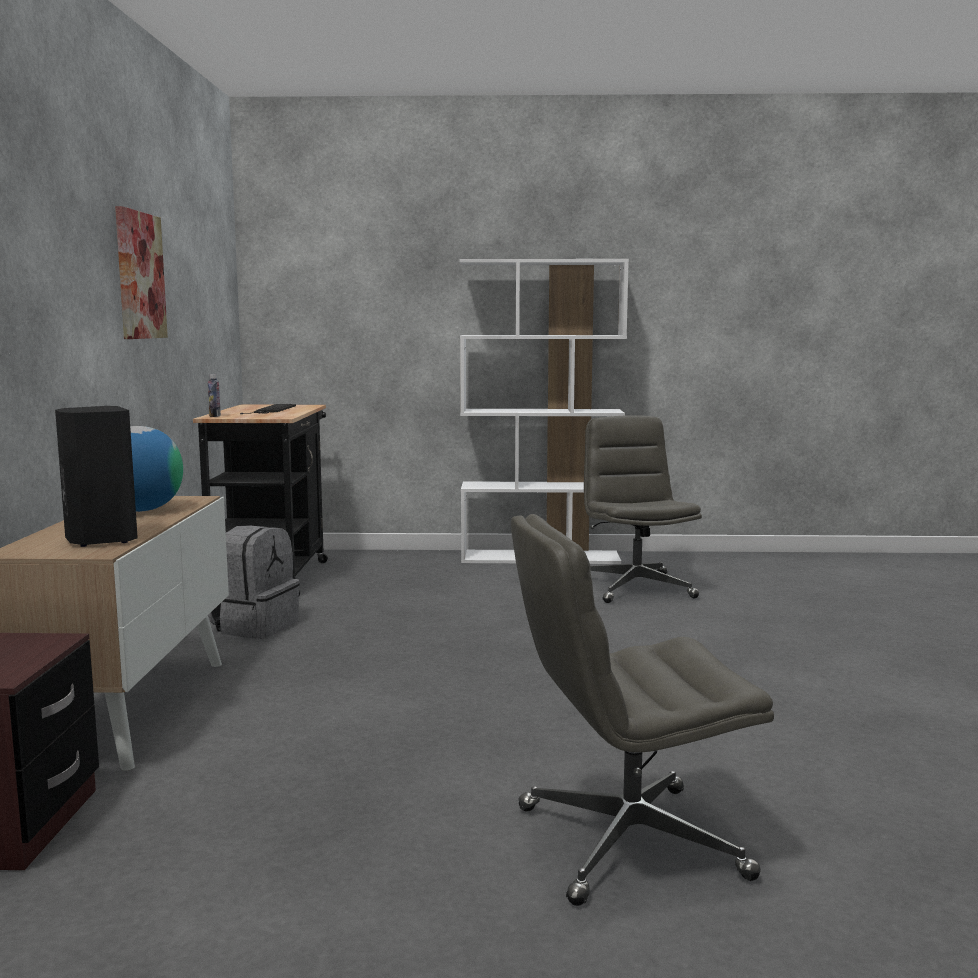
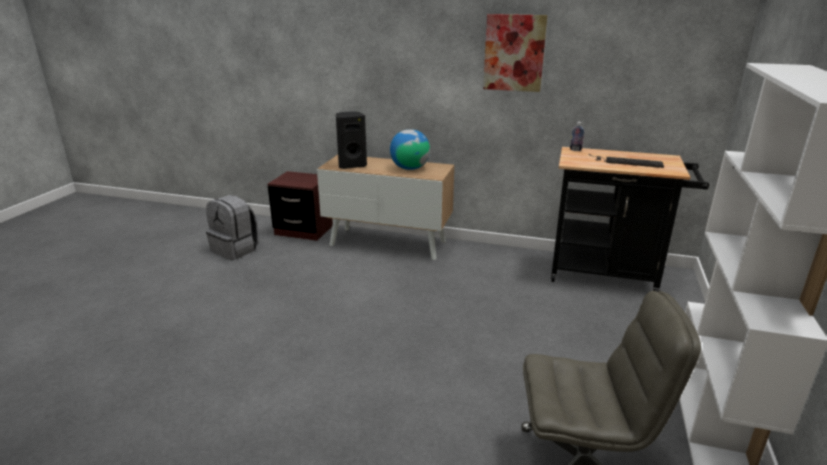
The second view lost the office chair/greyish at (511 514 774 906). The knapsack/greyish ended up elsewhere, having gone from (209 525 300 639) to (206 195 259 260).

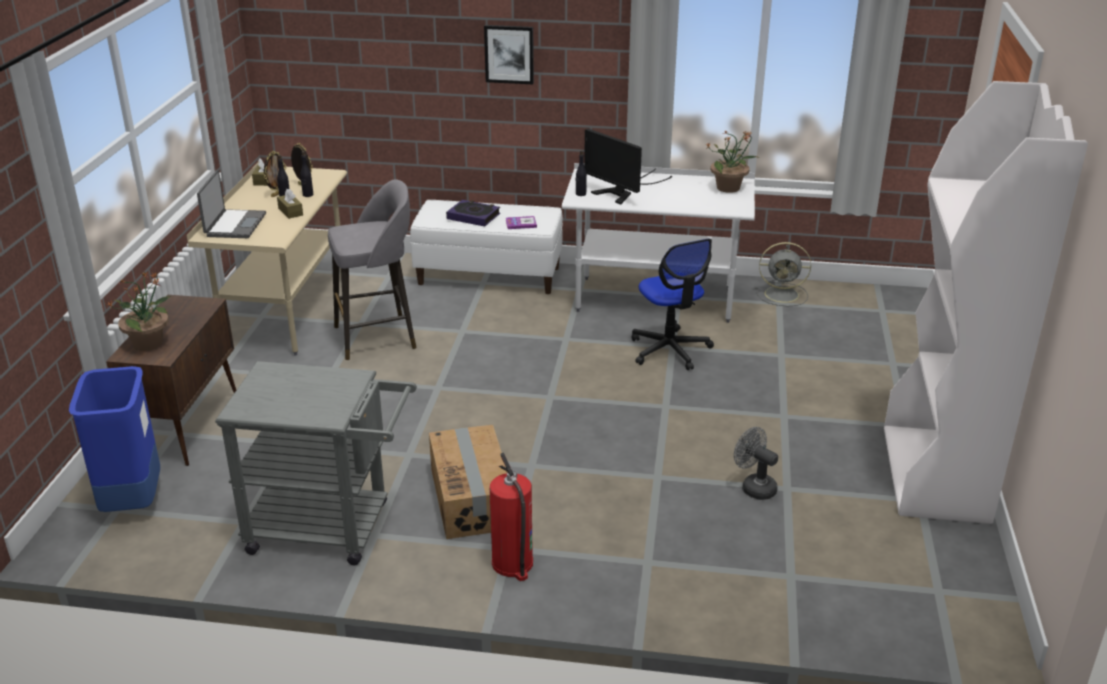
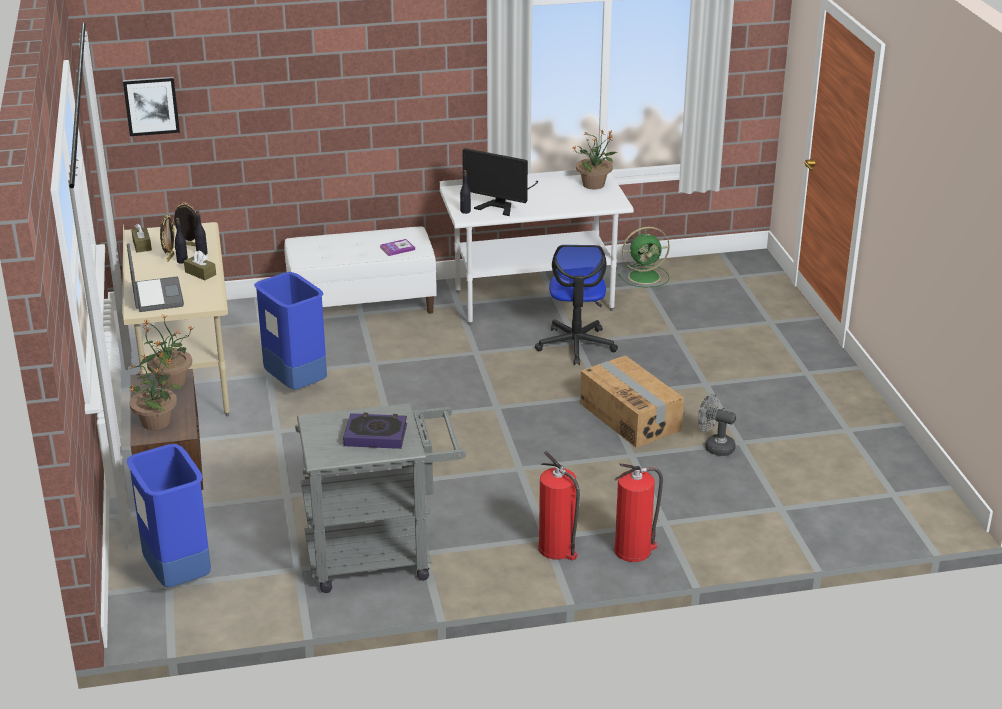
The picture ended up elsewhere, having gone from (484 25 534 84) to (123 77 180 136). The second view lost the shelving unit/whitish at (884 81 1088 524). Where the stool/greyish stood at (328 179 417 360), the waste bin/blue came to stand at (254 272 327 389). The volume ended up elsewhere, having gone from (446 200 500 226) to (343 413 407 449). The office chair at (632 238 714 370) ended up facing another way, 45 degrees clockwise from before. What was the electric fan/greyish at (755 242 811 306) turned into the electric fan/green at (618 227 670 288). The packing box ended up elsewhere, having gone from (429 425 508 539) to (580 355 684 448). The second view gained the houseplant at (139 314 195 389). The second view gained the extinguisher at (614 463 663 562).

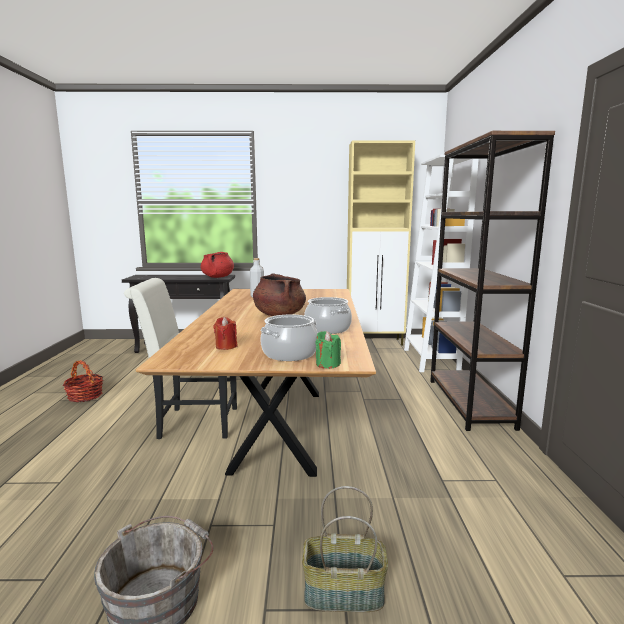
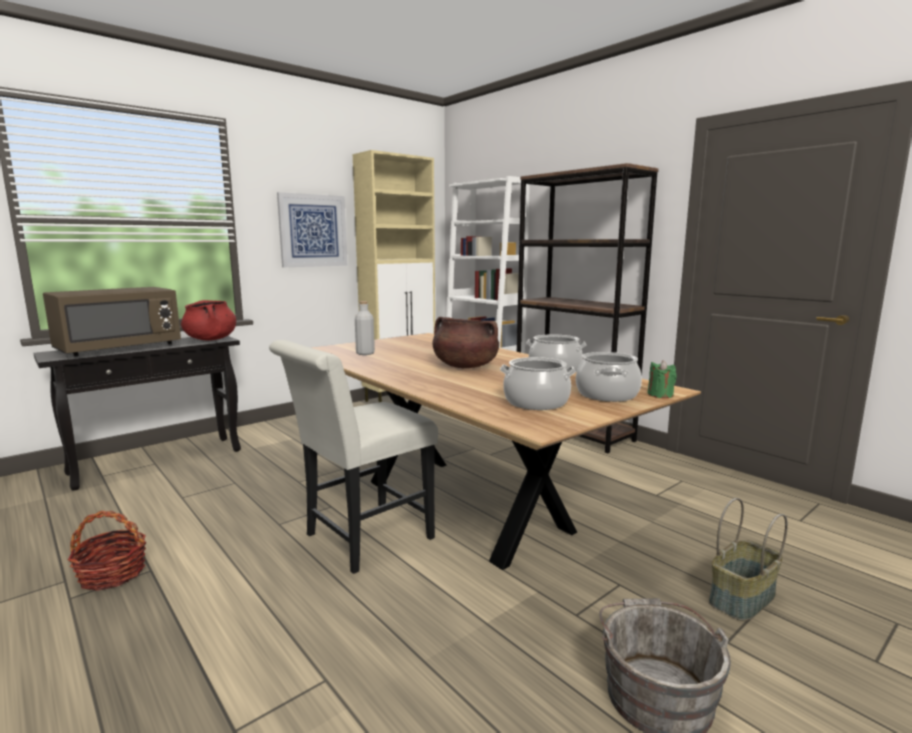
Where the candle/reddish stood at (213 317 237 350), the stockpot came to stand at (500 357 576 410). The second view gained the picture at (277 192 348 267). The second view gained the microwave oven/brown at (43 287 181 356).

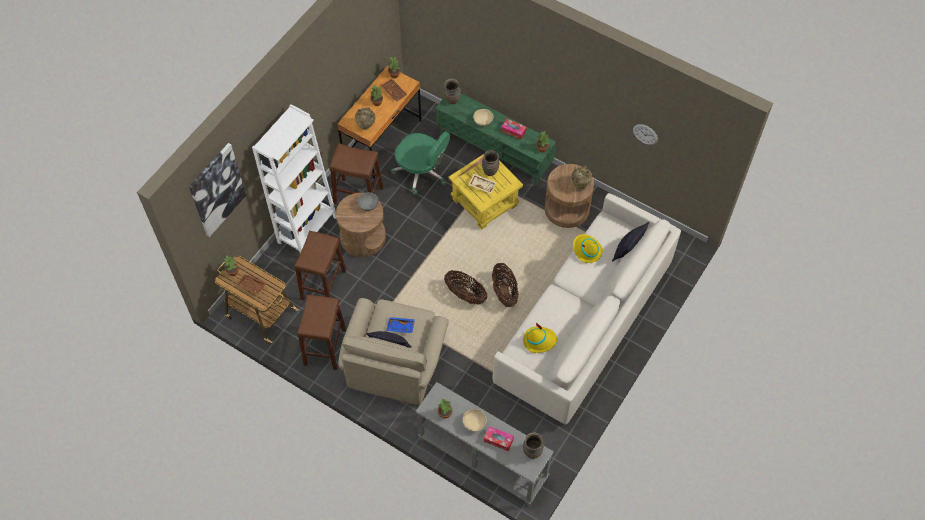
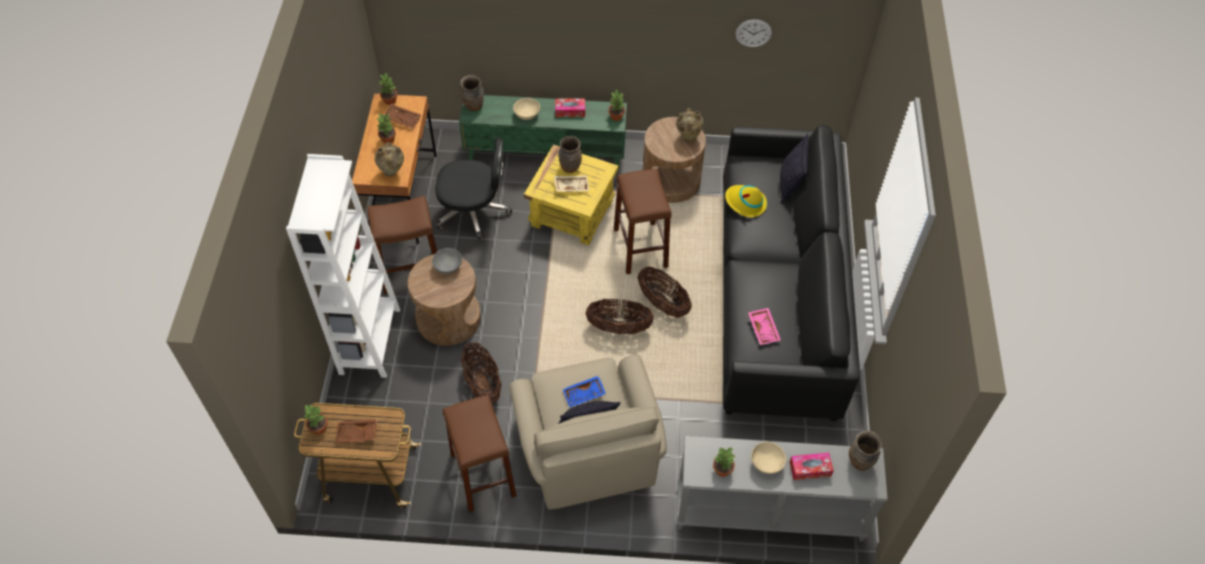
What was the office chair/green at (391 131 450 195) turned into the office chair/black-coloured at (435 137 512 241). The second view lost the picture at (189 143 246 237). What was the sofa/whitish at (493 193 681 424) turned into the sofa/black-coloured at (723 125 860 421). The stool/brown ended up elsewhere, having gone from (294 231 346 300) to (614 169 672 274). Where the hat/yellow-coloured stood at (523 323 557 353), the serving tray/pinkish came to stand at (748 308 781 345). The second view gained the household basket at (461 342 502 403).

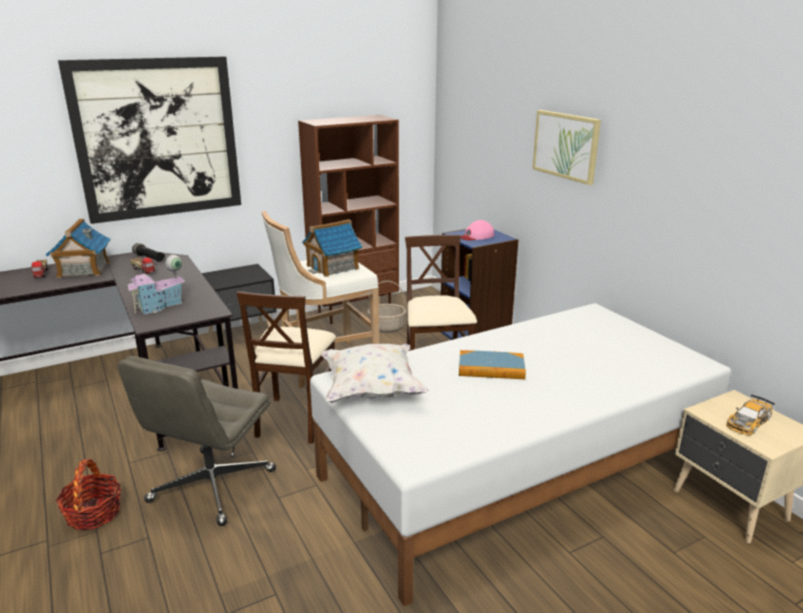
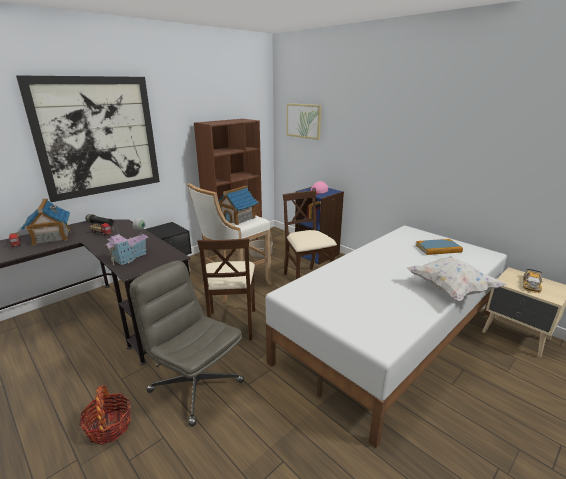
The picture ended up elsewhere, having gone from (532 110 601 185) to (287 103 322 140). The pillow/whitish ended up elsewhere, having gone from (321 343 429 403) to (407 256 507 302). The volume ended up elsewhere, having gone from (459 350 526 379) to (416 239 463 255). The office chair/greyish at (118 356 276 526) ended up facing another way, 120 degrees clockwise from before.

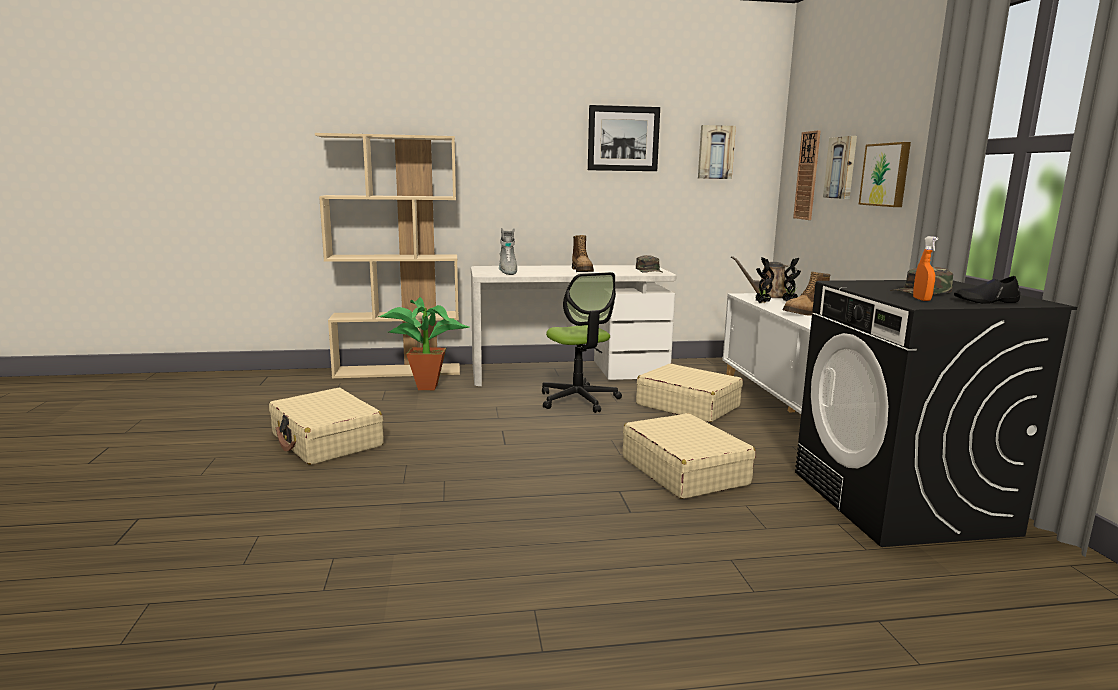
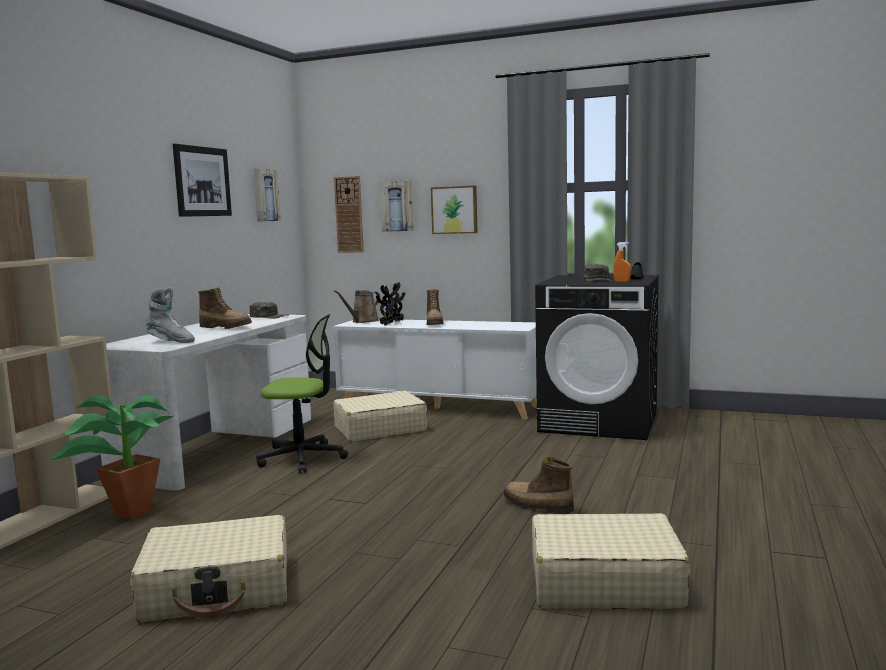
The suitcase/beige-coloured ended up elsewhere, having gone from (623 413 756 499) to (532 513 690 609). The second view gained the boot at (503 457 574 514).

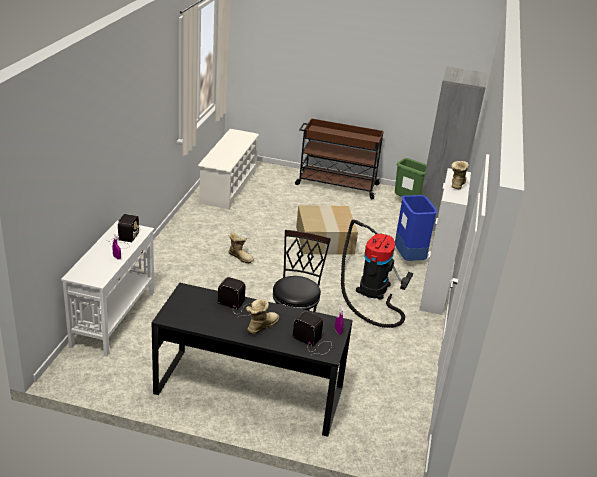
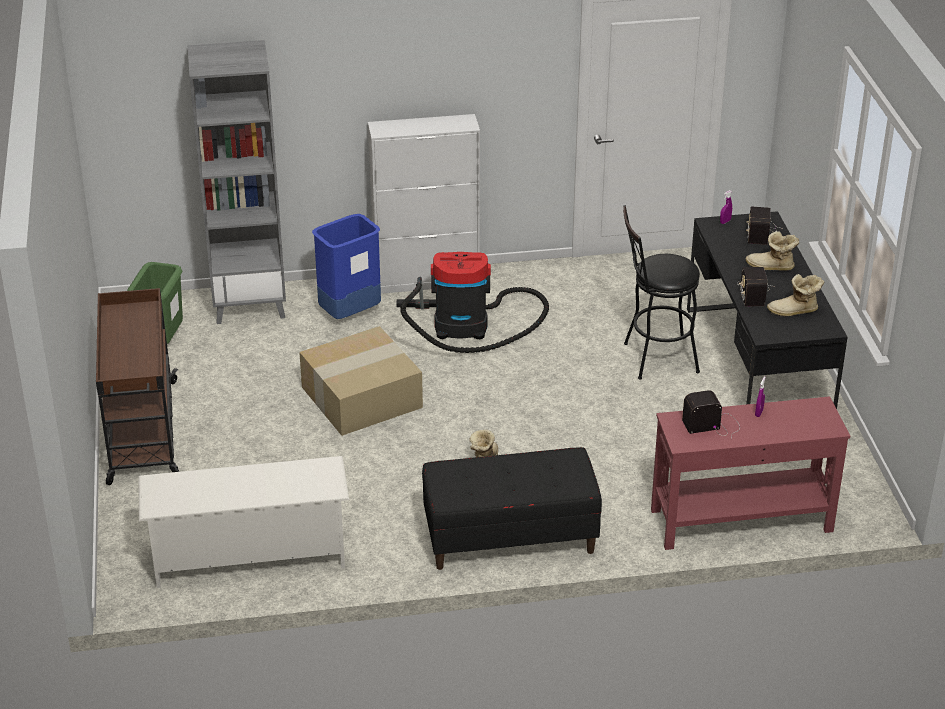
The boot ended up elsewhere, having gone from (451 161 469 189) to (767 274 824 317). What was the narrow table/whitish at (61 221 154 357) turned into the narrow table/reddish at (651 396 850 550). The second view gained the indoor bench/black-coloured at (422 447 602 570).

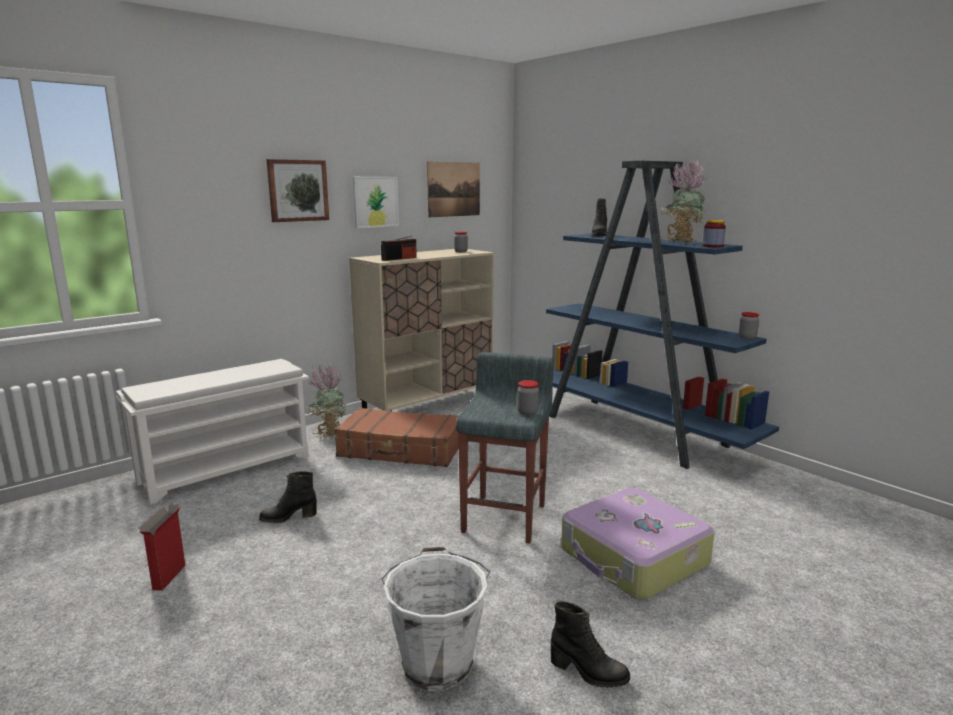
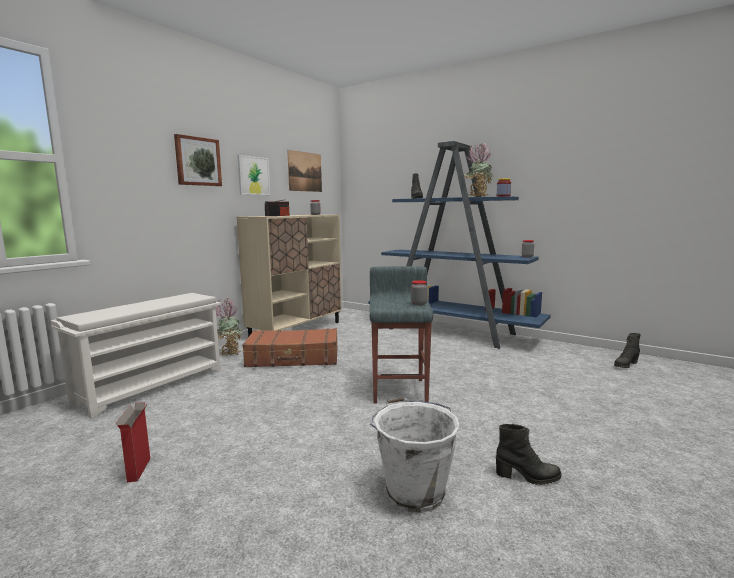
The boot/black-coloured ended up elsewhere, having gone from (259 471 317 524) to (614 333 641 368). The second view lost the suitcase at (561 488 715 600).

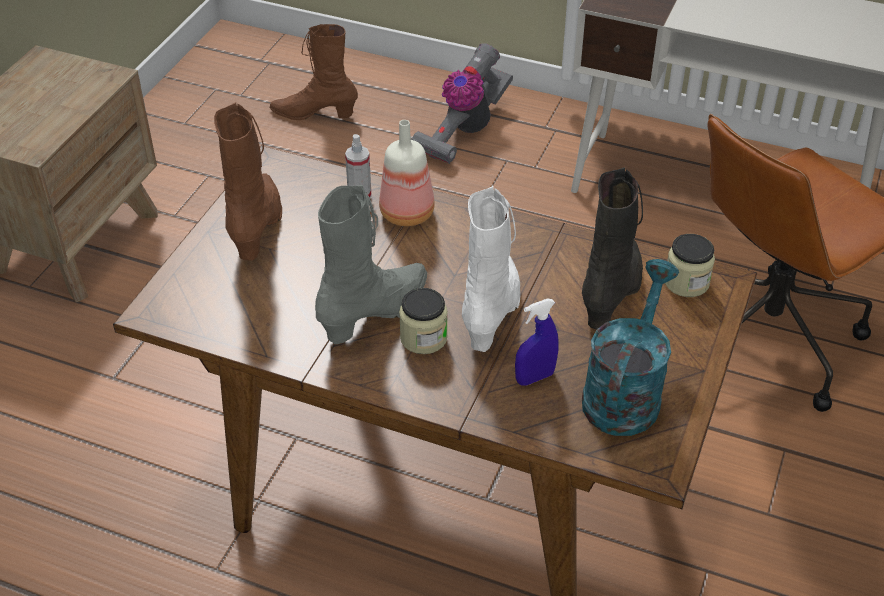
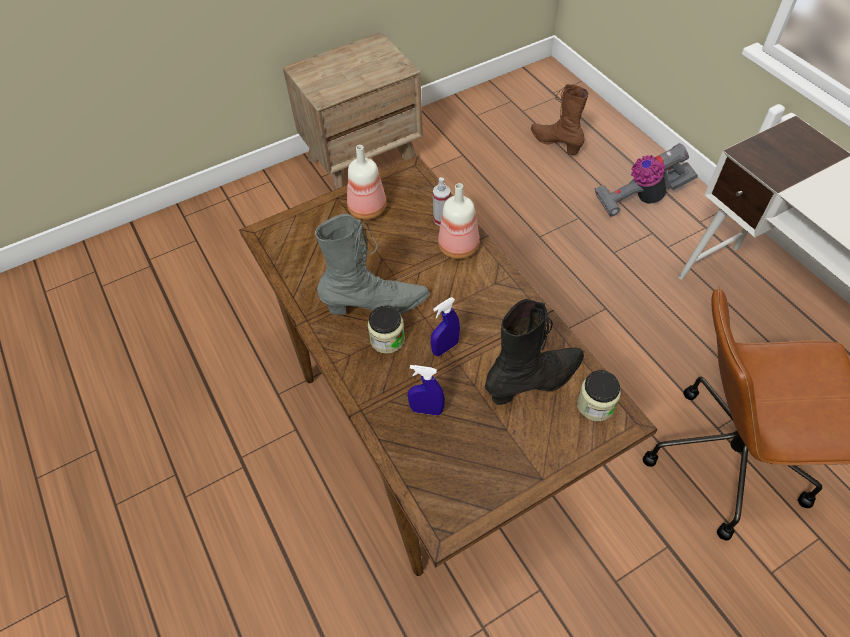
Where the boot/brown stood at (214 102 282 261), the beverage bottle came to stand at (347 145 386 220). Where the boot/whitish stood at (462 186 521 352), the sprayer/blue came to stand at (431 297 460 356). The second view lost the watering pot/blue-green at (582 259 679 436).

